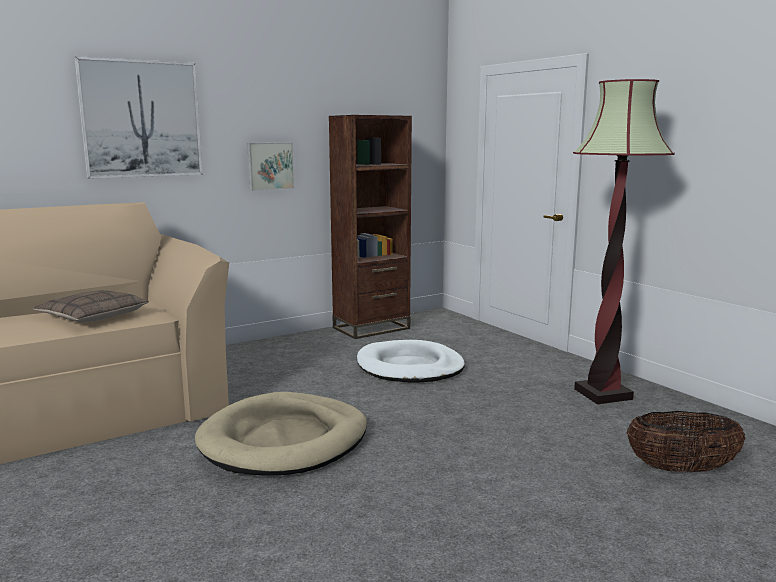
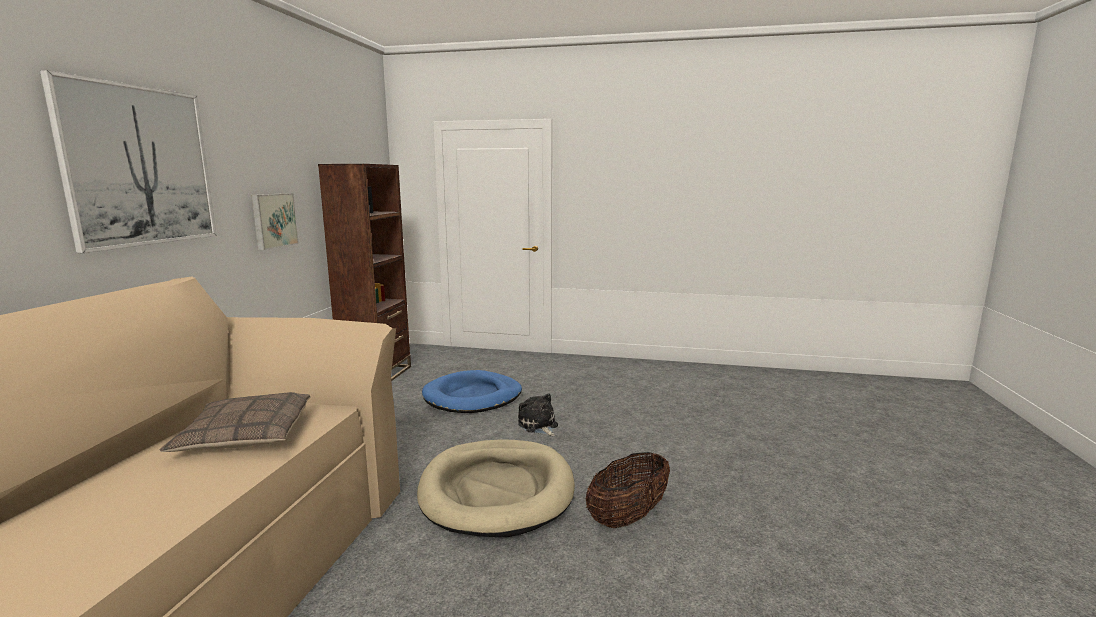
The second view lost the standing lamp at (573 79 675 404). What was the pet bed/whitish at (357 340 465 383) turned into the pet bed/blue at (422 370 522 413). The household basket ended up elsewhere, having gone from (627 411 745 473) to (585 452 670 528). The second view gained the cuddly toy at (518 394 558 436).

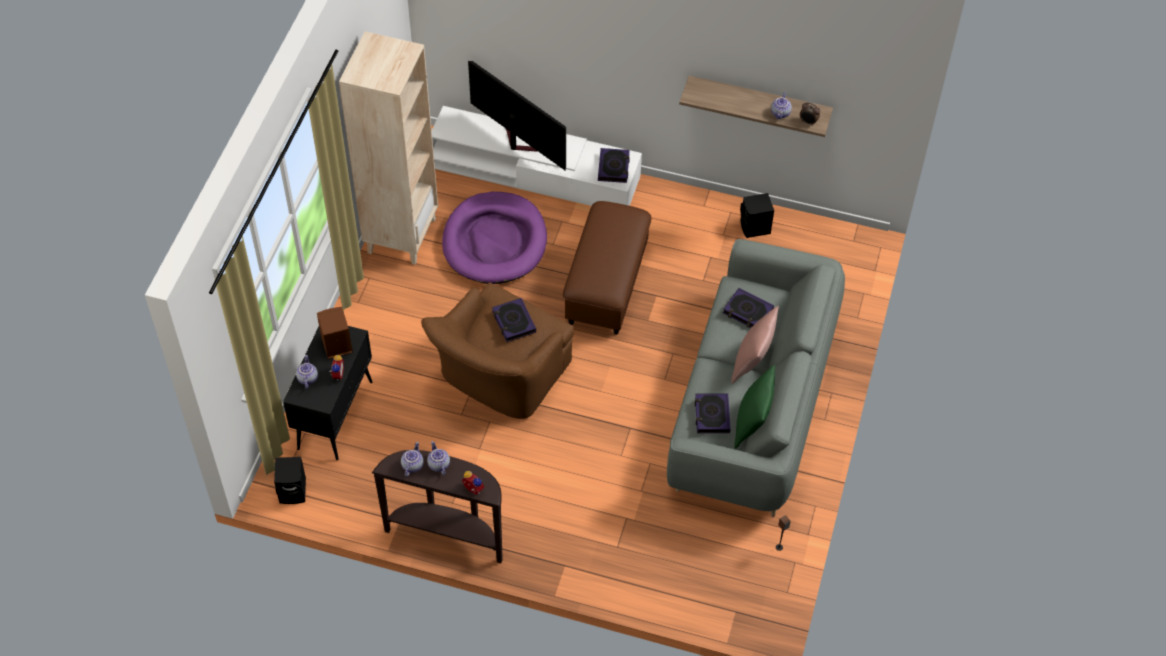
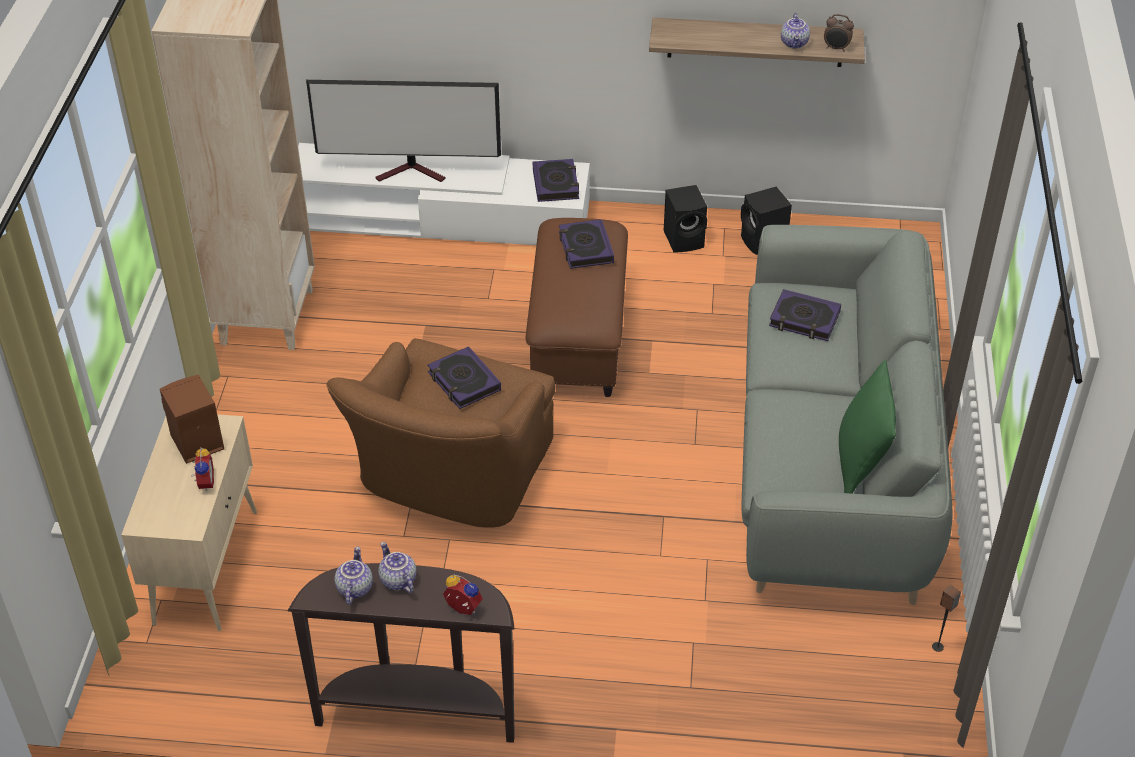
The TV at (468 61 566 170) ended up facing another way, 150 degrees clockwise from before. The second view lost the pet bed/purple at (442 192 547 284). The second view lost the pillow/pinkish at (731 306 779 384). What was the cupboard/black-coloured at (283 326 372 460) turned into the cupboard/beige-coloured at (121 414 257 631). The second view lost the pot for tea at (296 355 318 389). The volume ended up elsewhere, having gone from (695 393 731 433) to (559 219 614 269). The audio speaker/black-coloured ended up elsewhere, having gone from (274 457 306 504) to (664 185 707 253).

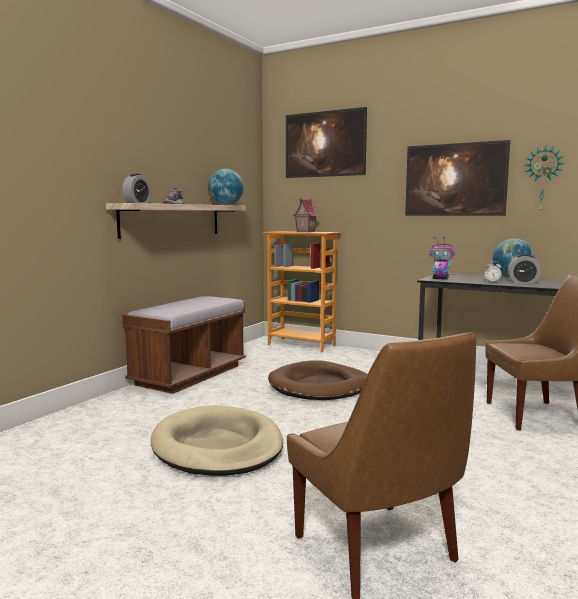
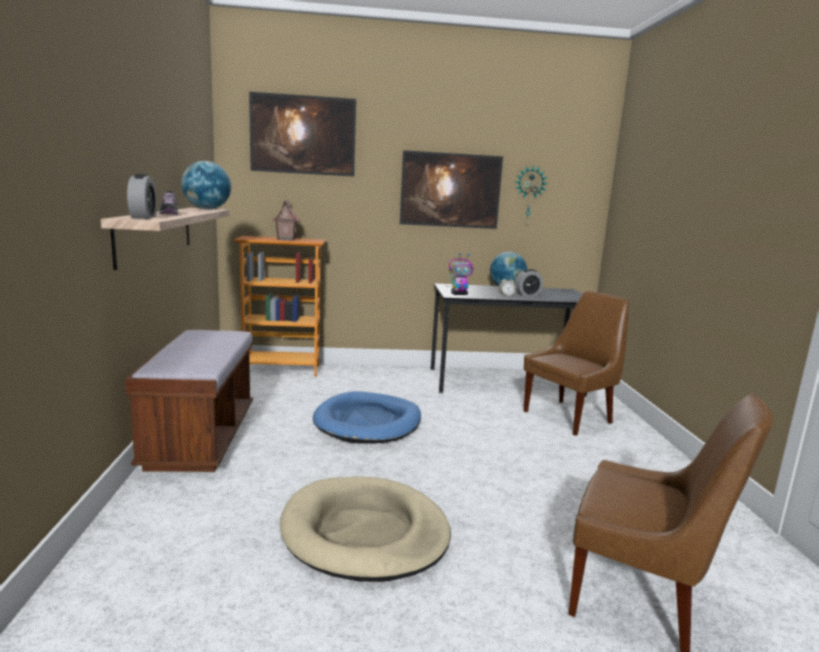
What was the pet bed/brown at (268 361 368 400) turned into the pet bed/blue at (313 391 421 444).

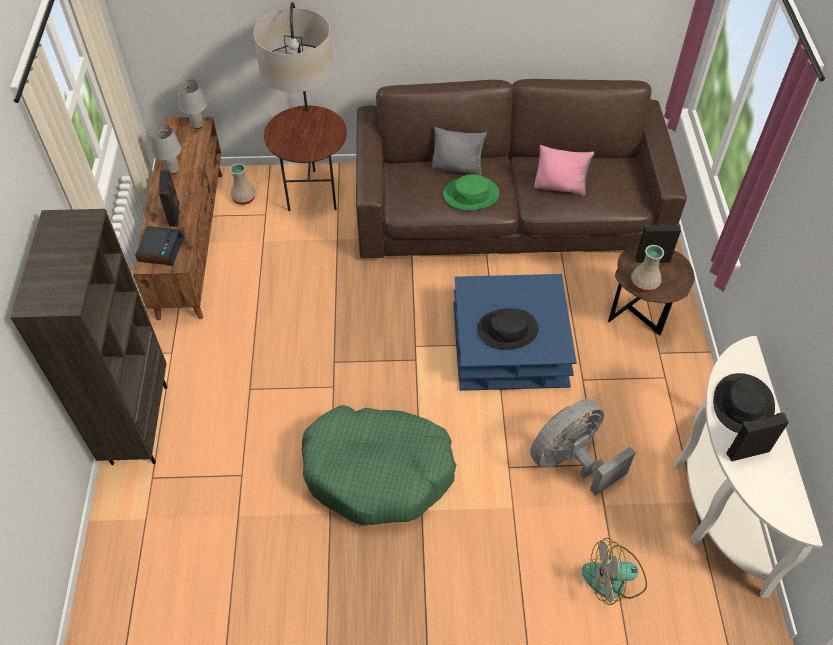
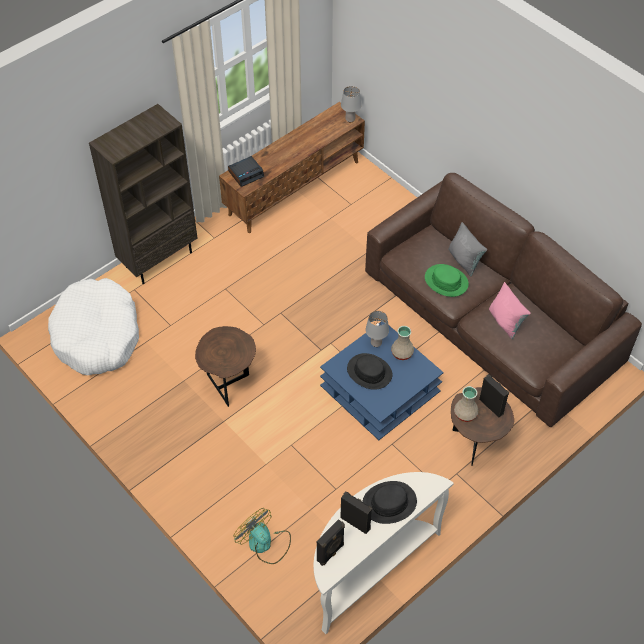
The second view lost the standing lamp at (253 2 347 211). The lamp for a table/greyish ended up elsewhere, having gone from (150 124 181 174) to (366 311 389 347). The vase/beige-coloured ended up elsewhere, having gone from (230 164 256 205) to (391 326 414 360). The audio speaker/black-coloured ended up elsewhere, having gone from (159 169 180 227) to (317 519 345 566). The second view lost the electric fan/greyish at (530 399 636 496). Where the pet bed/green stood at (302 405 456 525), the end table/brown came to stand at (195 326 256 407). The second view gained the pet bed/whitish at (48 278 139 375).

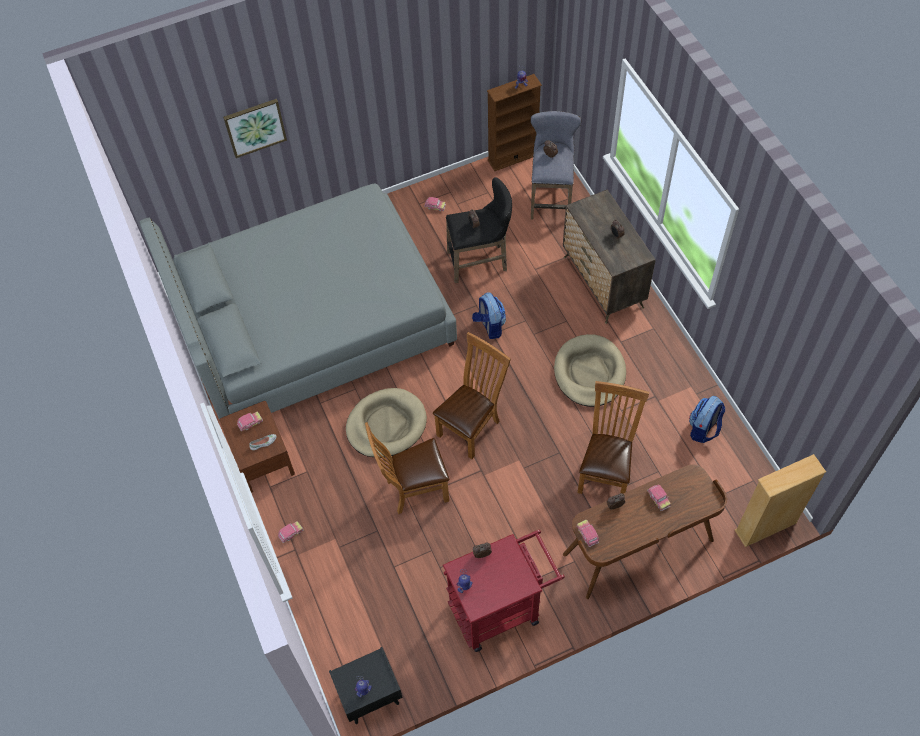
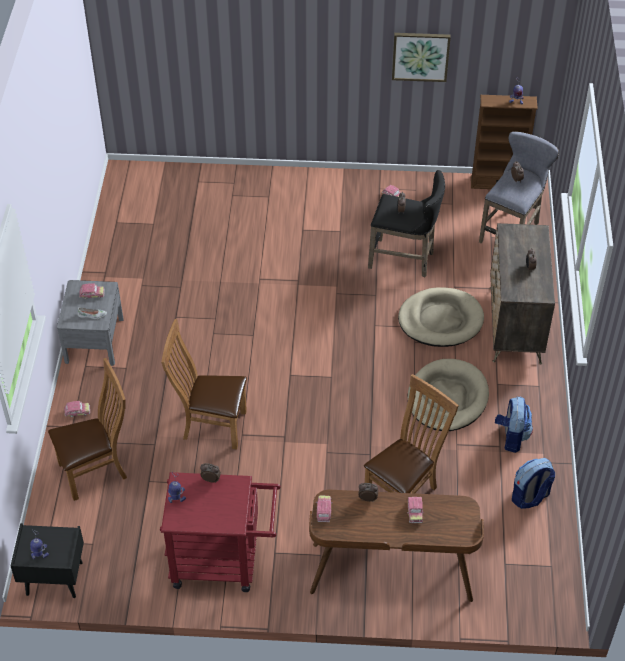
The picture ended up elsewhere, having gone from (223 99 287 158) to (392 33 451 82). The second view lost the bedroom bed/greyish at (139 183 457 419). The knapsack ended up elsewhere, having gone from (472 293 506 339) to (495 396 533 453). The chair/brown ended up elsewhere, having gone from (433 332 511 459) to (48 358 127 501). The pet bed/beige-coloured ended up elsewhere, having gone from (346 388 427 458) to (398 287 484 347). What was the night table/brown at (219 401 295 493) turned into the night table/greyish at (57 280 124 366). The second view lost the shelving unit/beige-coloured at (735 454 826 547).

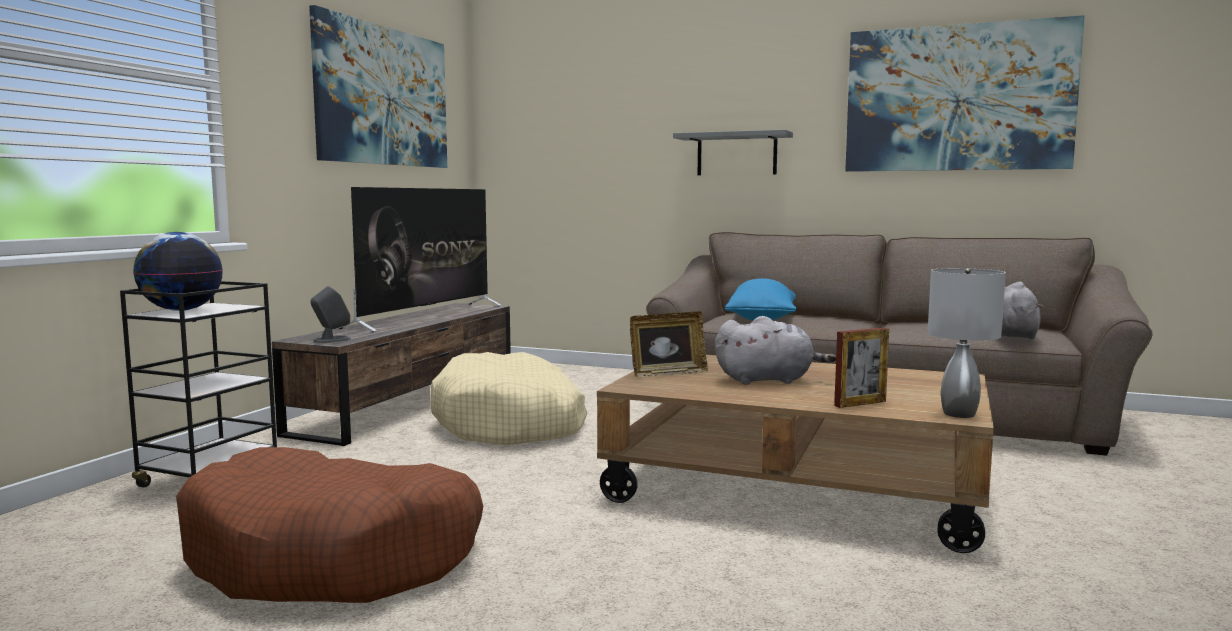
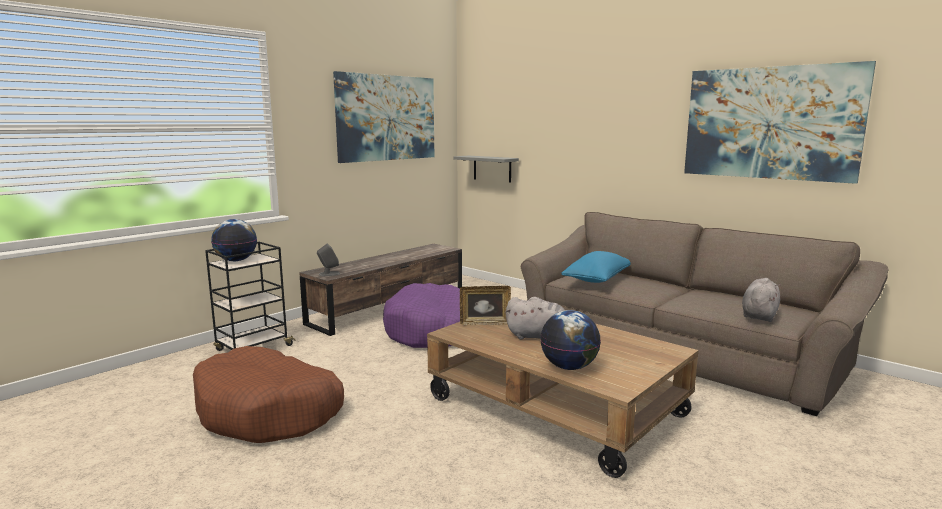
The shelf/greyish ended up elsewhere, having gone from (673 130 793 175) to (454 156 519 183). The second view lost the TV at (338 187 502 332). The second view lost the lamp for a table/greyish at (928 268 1006 418). Where the photo frame stood at (834 328 889 408), the world globe came to stand at (540 310 601 370). What was the pet bed/beige-coloured at (430 352 587 445) turned into the pet bed/purple at (383 283 460 348).

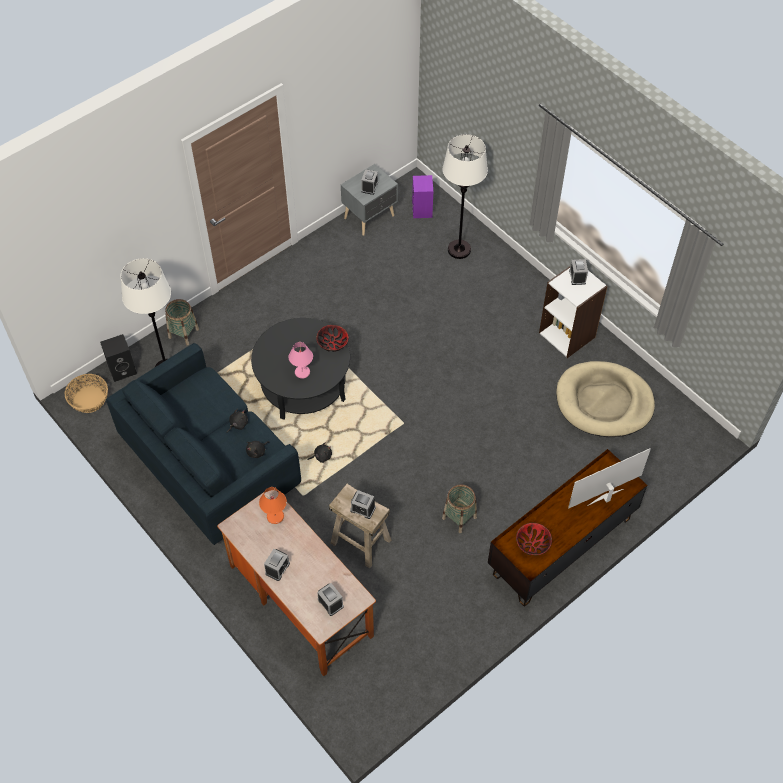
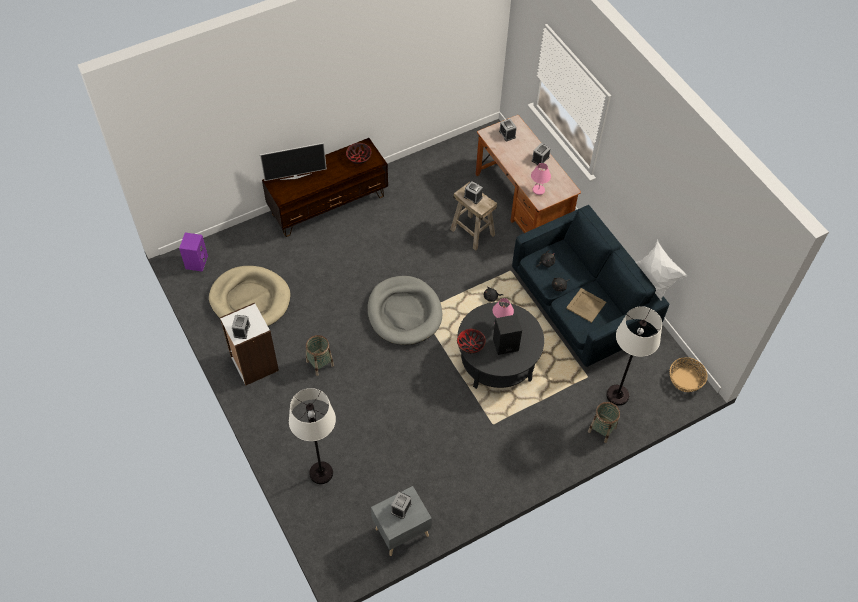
The audio speaker/purple ended up elsewhere, having gone from (412 175 433 218) to (179 233 208 272). The audio speaker/black-coloured ended up elsewhere, having gone from (100 334 137 382) to (493 314 522 355). The household basket ended up elsewhere, having gone from (442 484 477 533) to (306 335 334 376). What was the lamp for a table/orange at (259 487 287 524) turned into the lamp for a table/pinkish at (531 163 551 195). The second view gained the pillow/whitish at (635 239 687 301). The second view gained the pet bed/greyish at (367 276 442 345). The second view gained the serving tray/beige-coloured at (566 288 606 323).

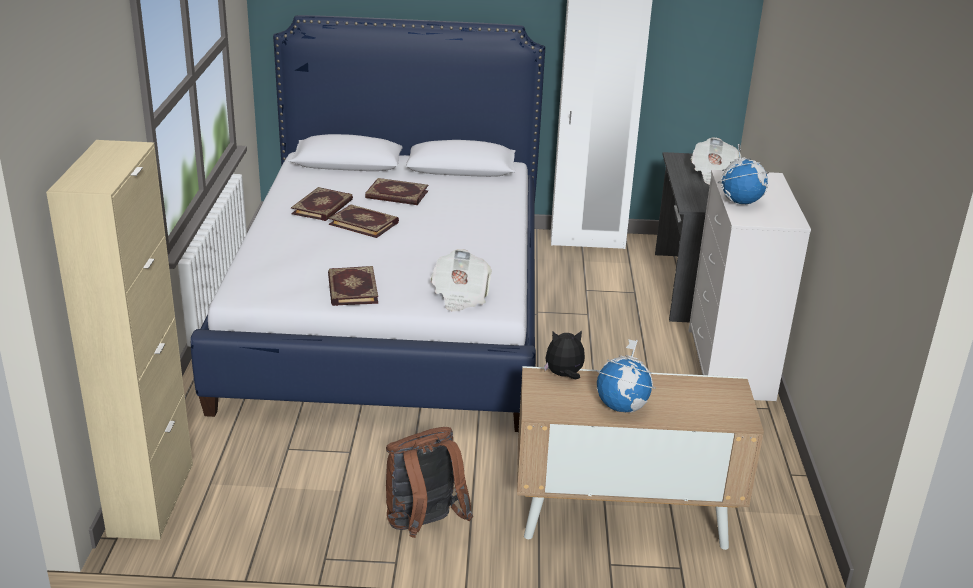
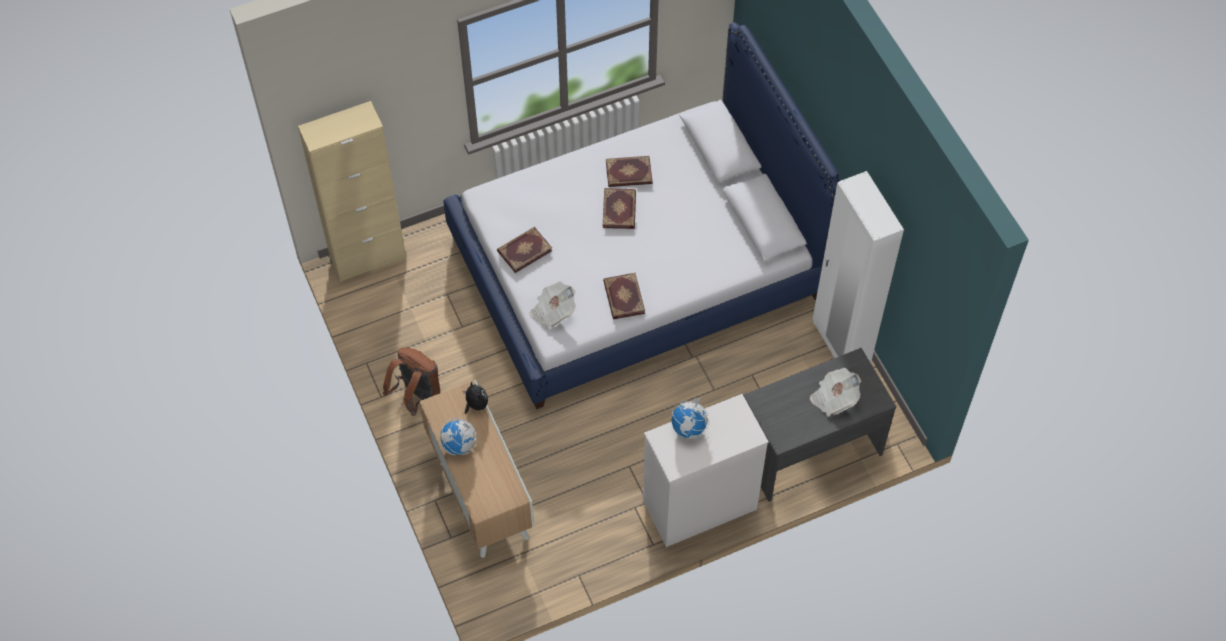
The volume ended up elsewhere, having gone from (365 178 428 205) to (603 273 645 319).

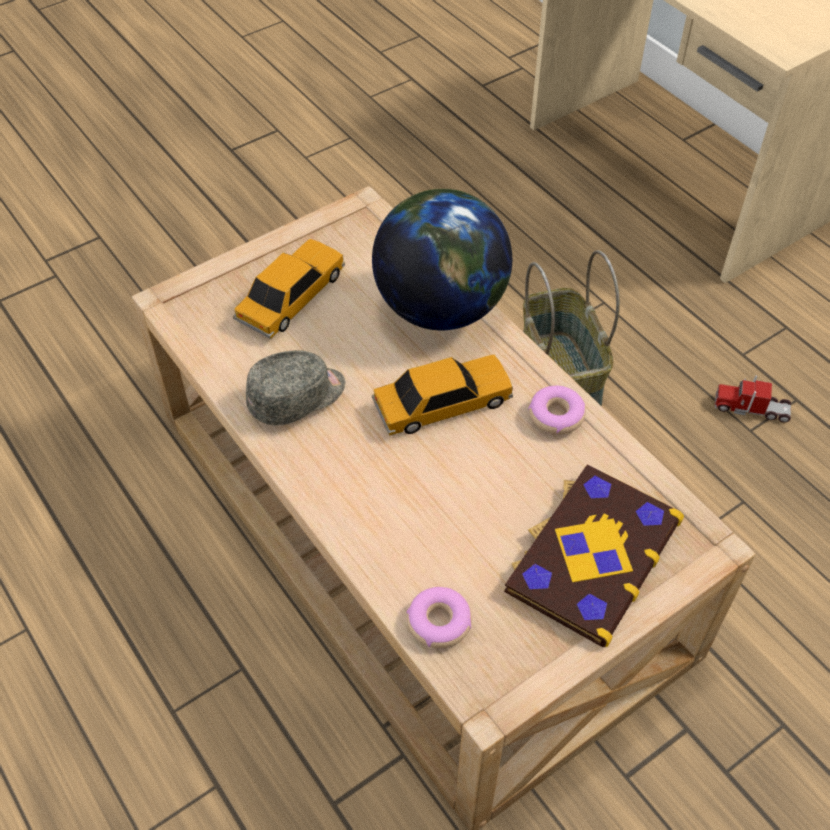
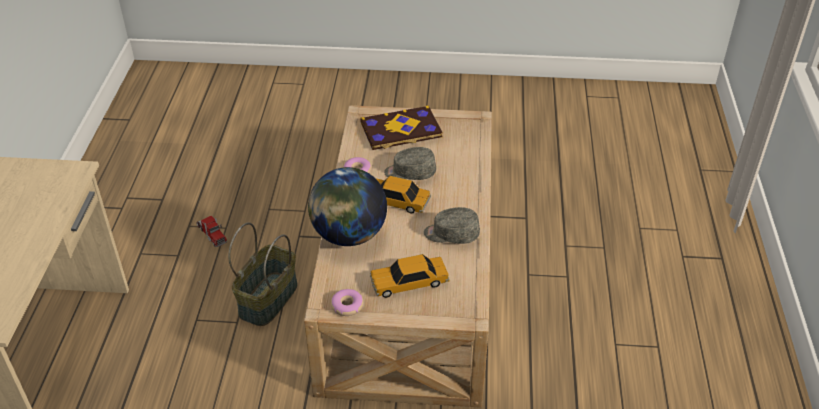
The doughnut ended up elsewhere, having gone from (406 587 472 648) to (331 289 363 316). The second view gained the baseball cap/greyish at (384 147 436 180).

